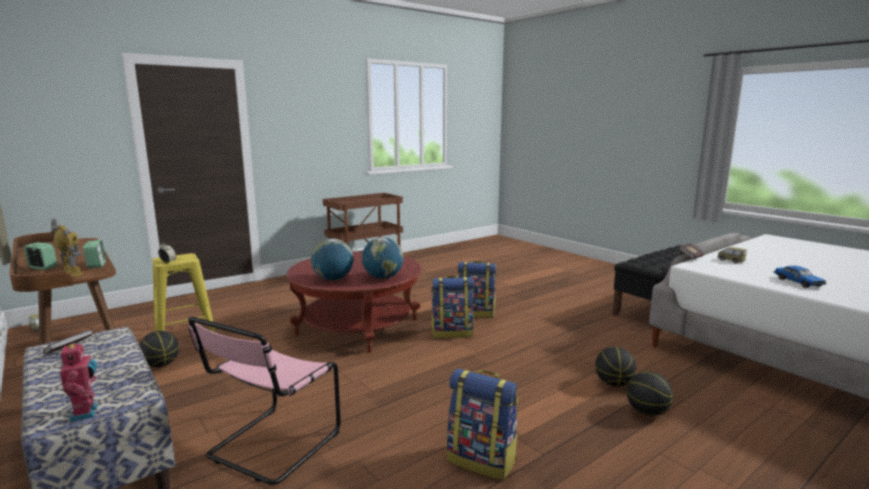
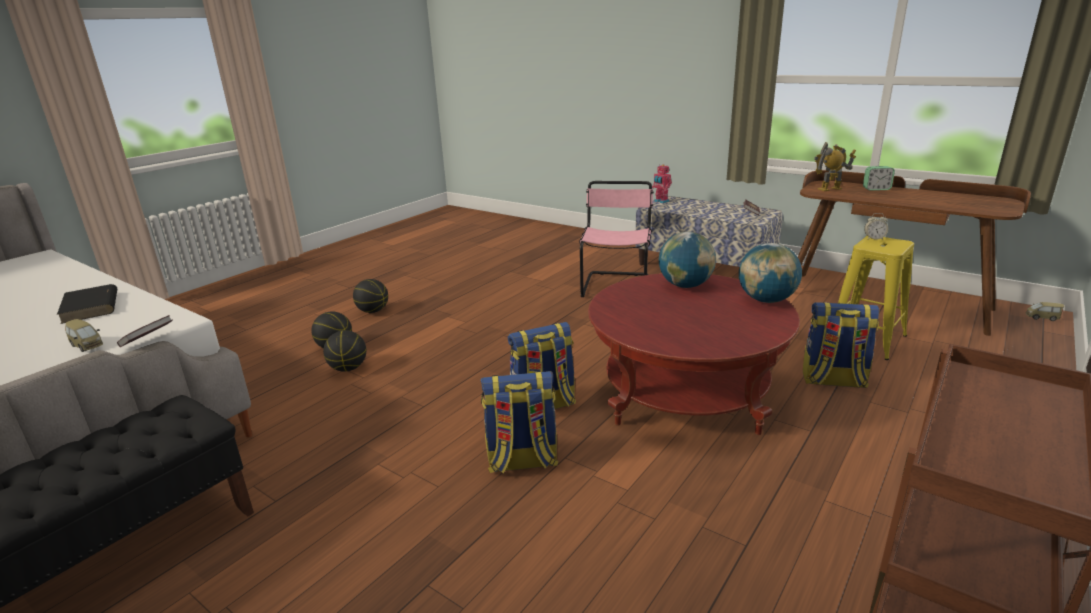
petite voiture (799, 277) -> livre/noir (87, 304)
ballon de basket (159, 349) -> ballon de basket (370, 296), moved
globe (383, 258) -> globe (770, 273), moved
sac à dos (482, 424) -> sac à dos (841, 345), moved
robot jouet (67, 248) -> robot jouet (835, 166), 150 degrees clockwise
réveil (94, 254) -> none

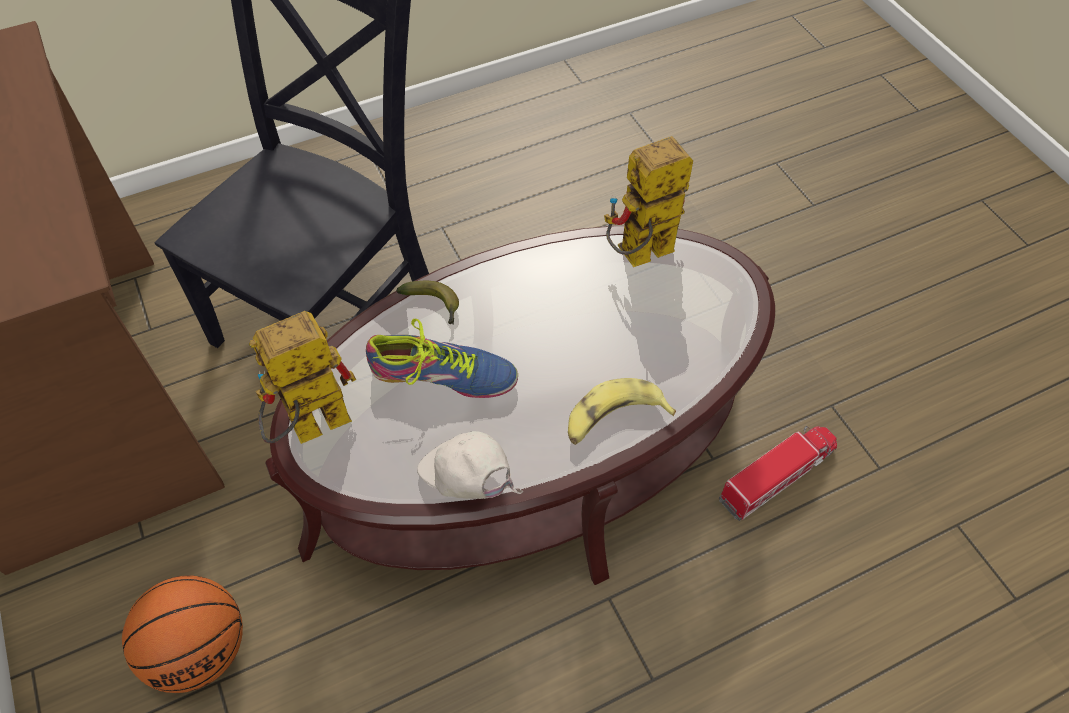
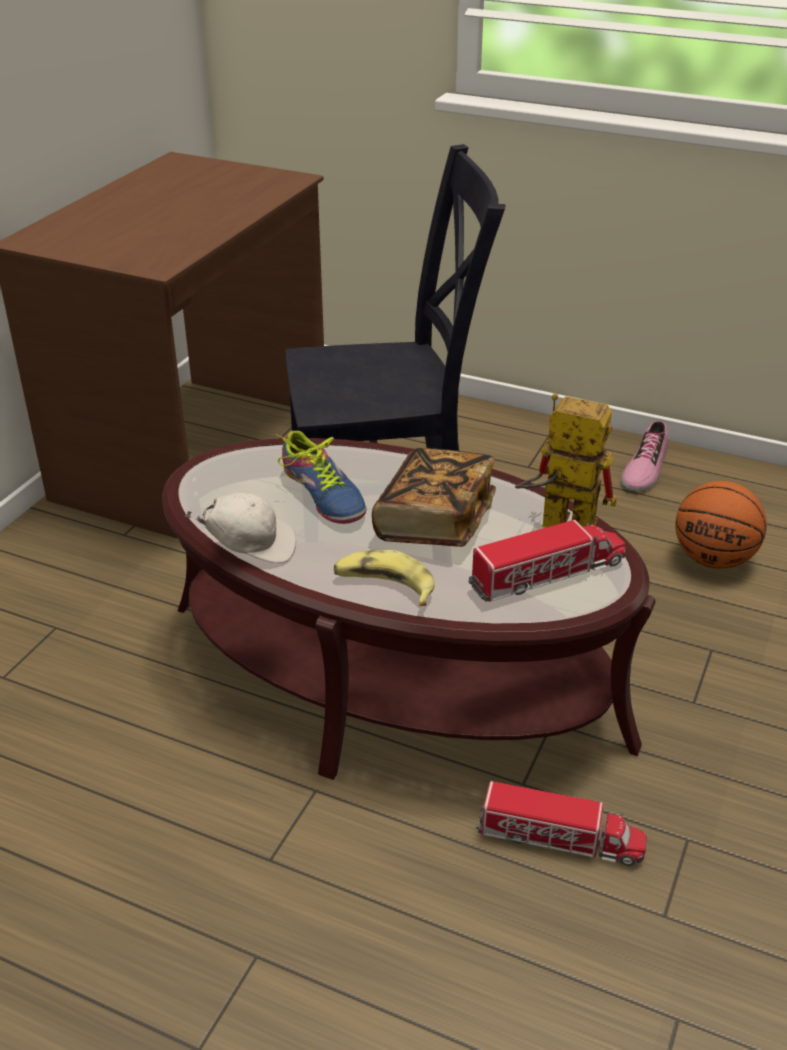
casquette/blanc (470, 465) -> casquette/blanc (240, 528), 90 degrees clockwise
none -> livre (434, 497)
none -> camion jouet (546, 561)
none -> chaussure (644, 455)
ballon de basket (182, 634) -> ballon de basket (721, 525), moved
robot jouet (302, 377) -> none
banane (427, 303) -> none

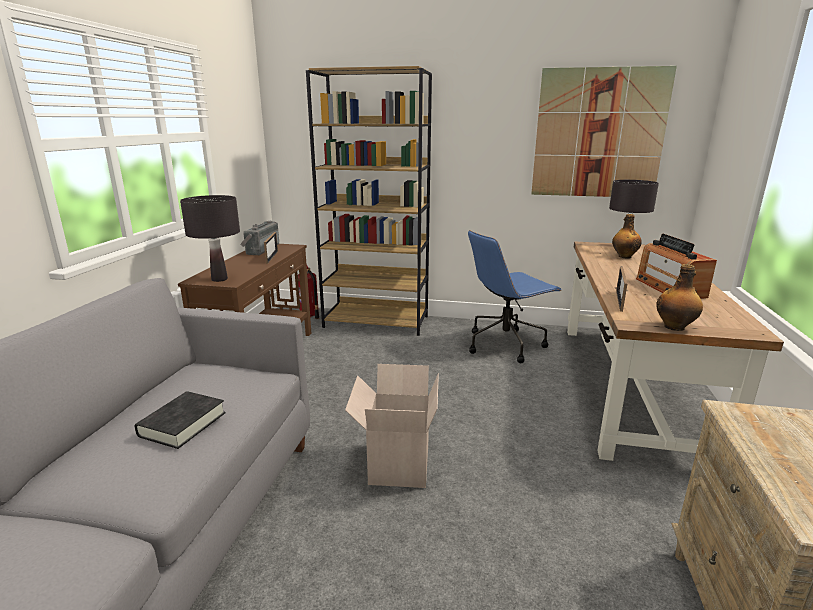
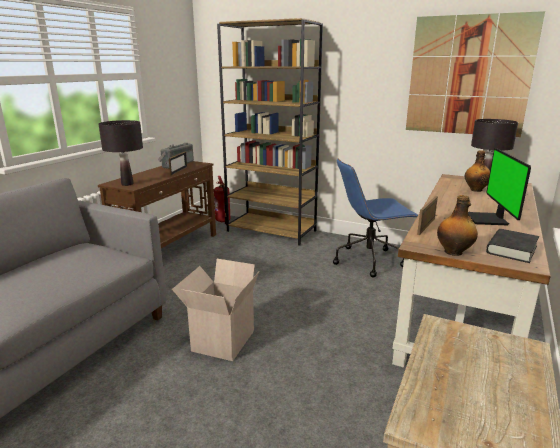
radio (676, 266) -> écran d'ordinateur (499, 187)
livre/noir (180, 420) -> livre/noir (512, 246), moved

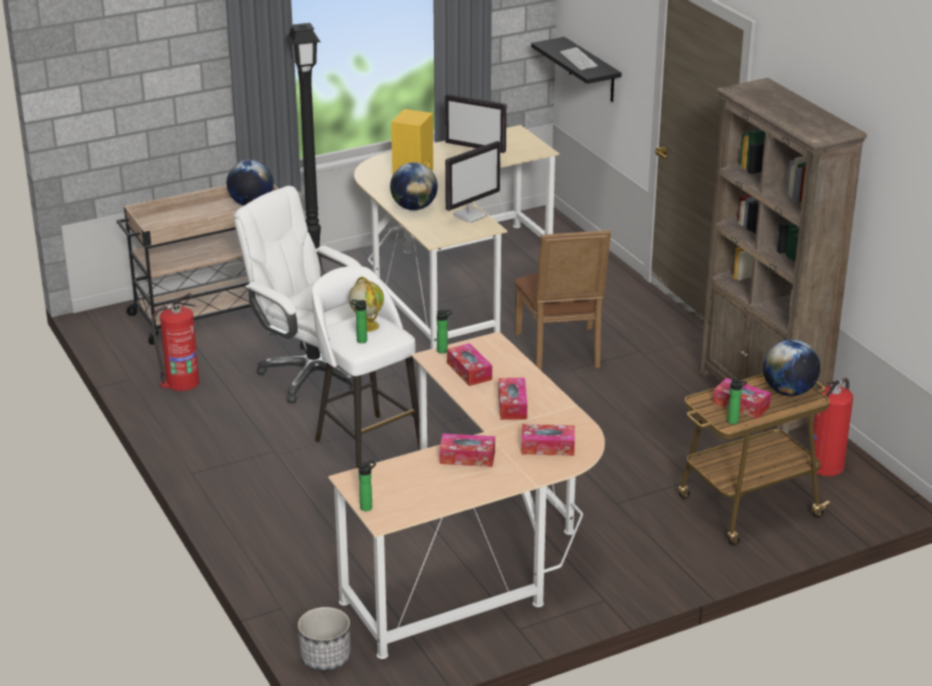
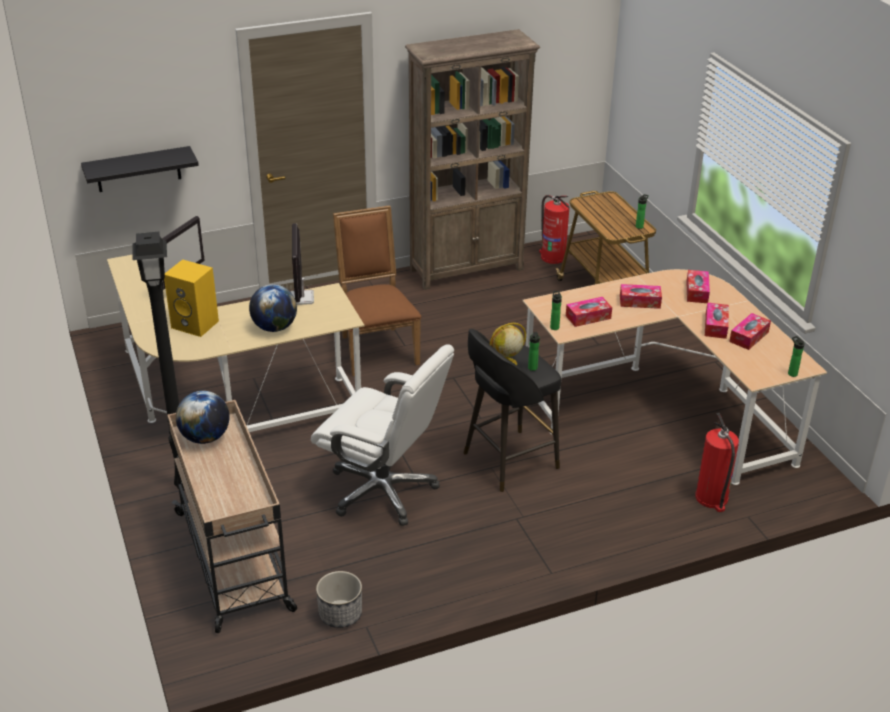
écran d'ordinateur (472, 182) -> écran d'ordinateur (302, 264), 150 degrees counterclockwise
chaise de bureau/blanc (304, 294) -> chaise de bureau/blanc (382, 435), 105 degrees counterclockwise
cache-pot (324, 639) -> cache-pot (339, 599), moved
chaise/marron (562, 300) -> chaise/marron (377, 290), 105 degrees counterclockwise
tabouret/blanc (366, 367) -> tabouret/noir (512, 410)
extincteur (175, 342) -> extincteur (717, 462), moved
boîte à mouchoirs (742, 398) -> boîte à mouchoirs (750, 331), moved
clavier (579, 58) -> none
globe (791, 367) -> none

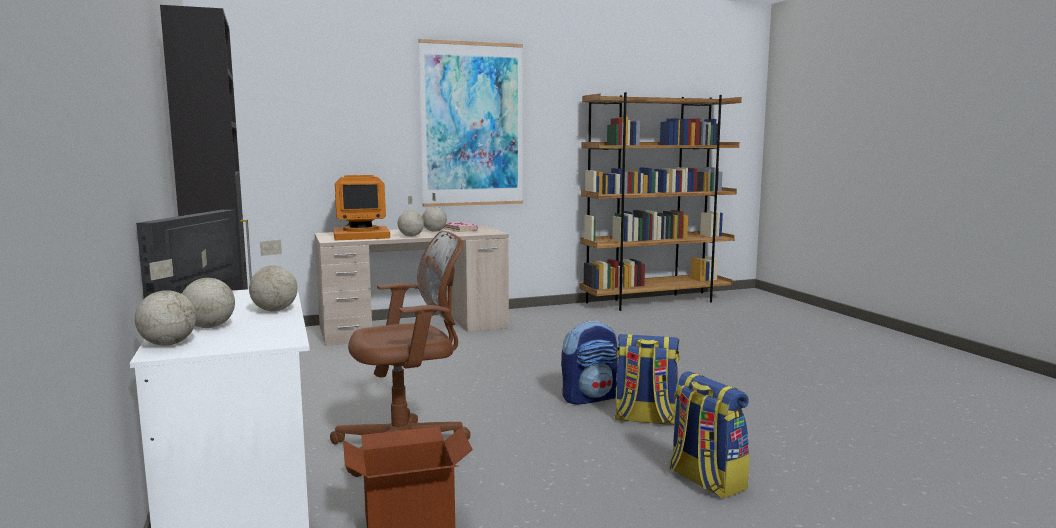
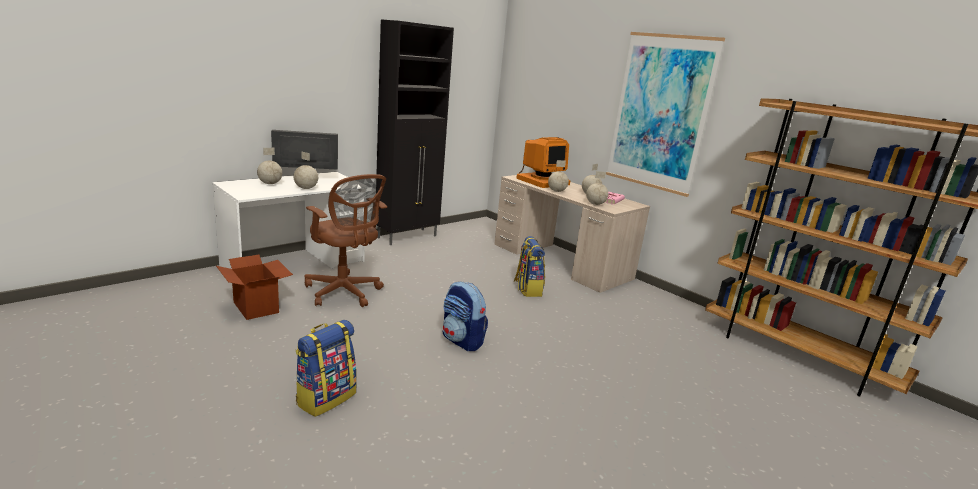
sac à dos (647, 379) -> sac à dos (529, 266), moved
écran d'ordinateur (361, 207) -> écran d'ordinateur (543, 162), 90 degrees counterclockwise
globe (165, 302) -> globe (597, 188), moved

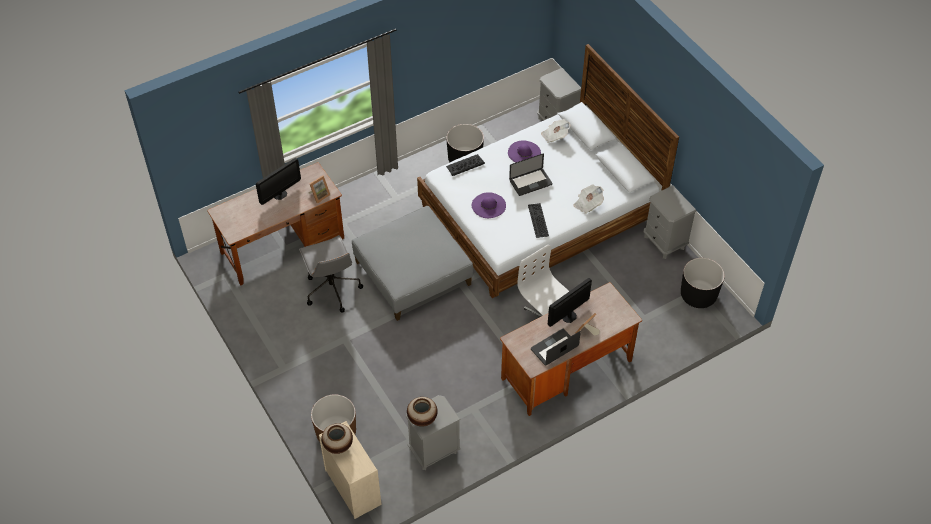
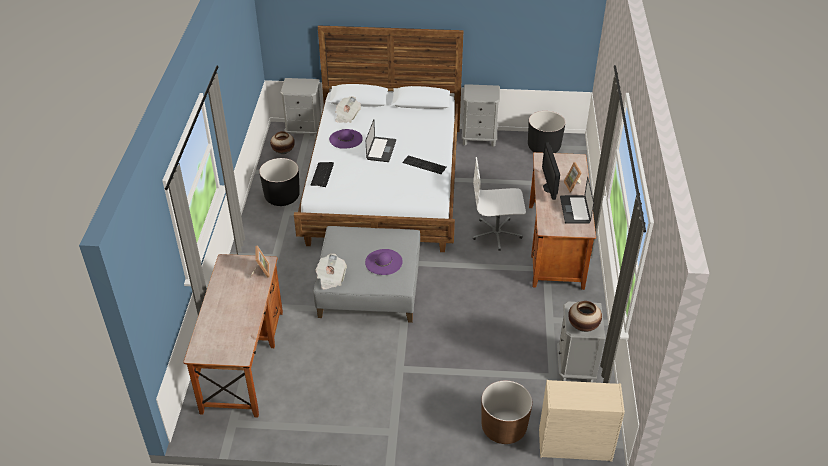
vase (337, 438) -> vase (282, 142), moved
journal (589, 199) -> journal (331, 271), moved
chapeau/violet (489, 205) -> chapeau/violet (384, 262), moved
écran d'ordinateur (278, 181) -> none
chaise de bureau/gris (331, 274) -> none

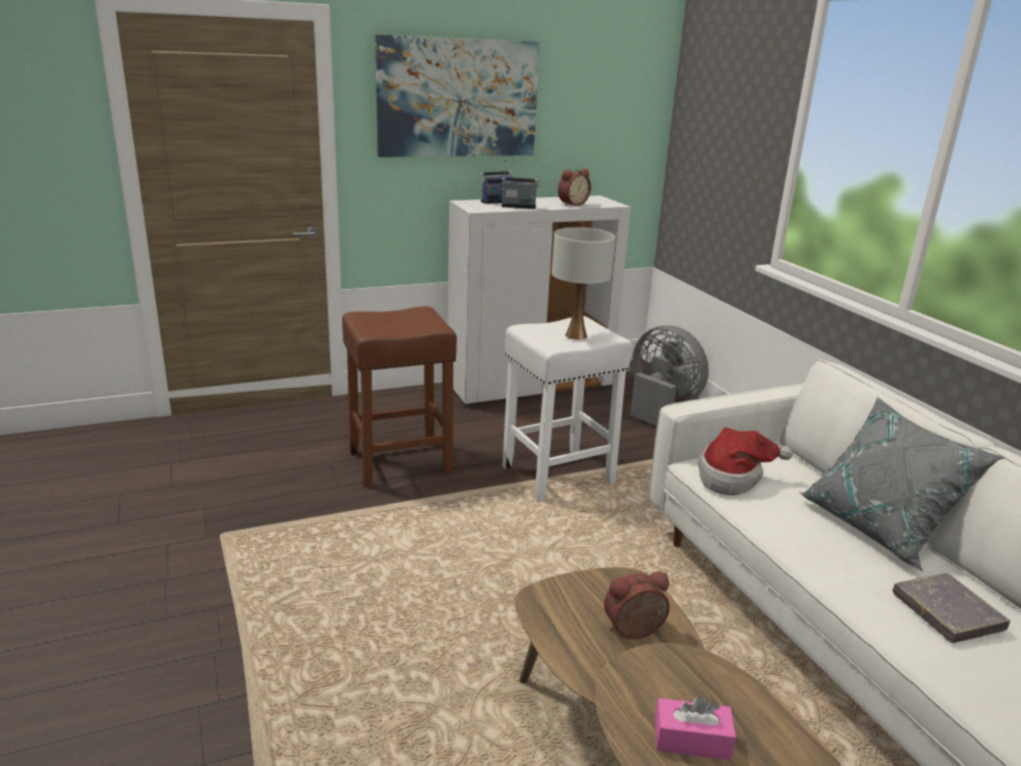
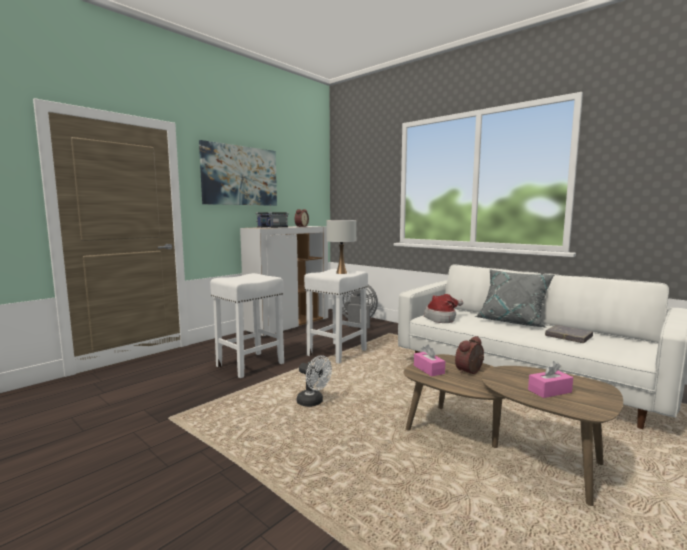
tabouret/marron (399, 396) -> tabouret/blanc (247, 325)
none -> ventilateur/blanc (314, 381)
none -> boîte à mouchoirs/rose (429, 361)

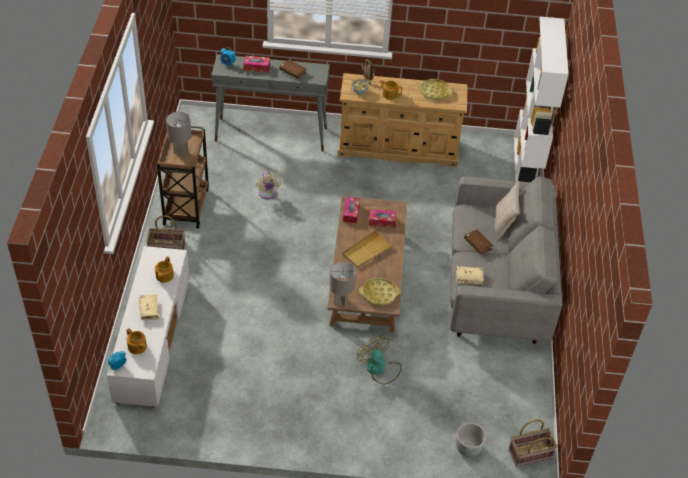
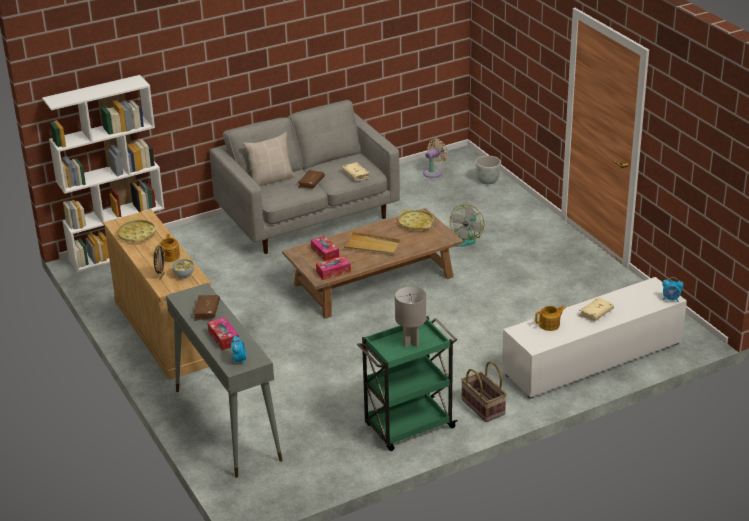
chariot/marron (183, 177) -> chariot/vert (407, 383)
ventilateur/beige (268, 185) -> ventilateur/beige (435, 158), moved
théière (137, 341) -> none
lampe de table/gris (343, 284) -> none
panier (533, 443) -> none

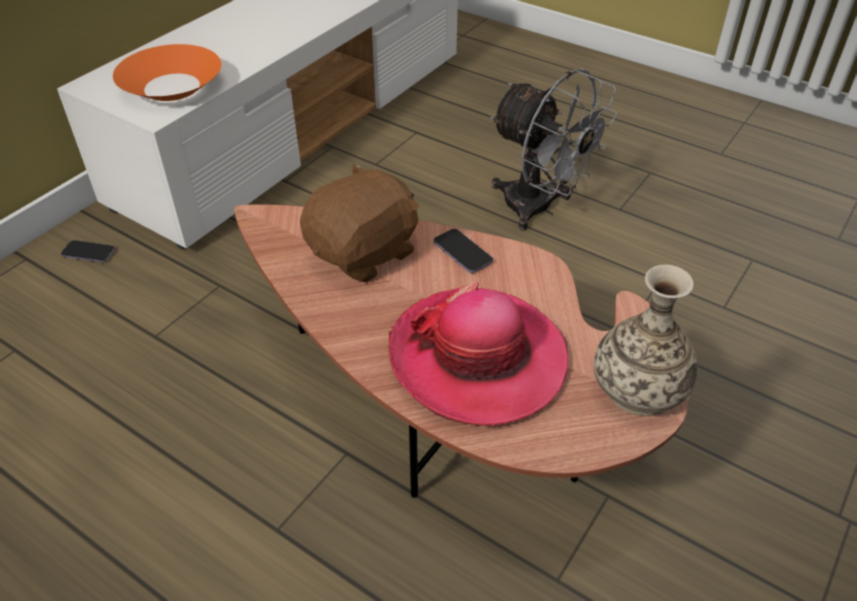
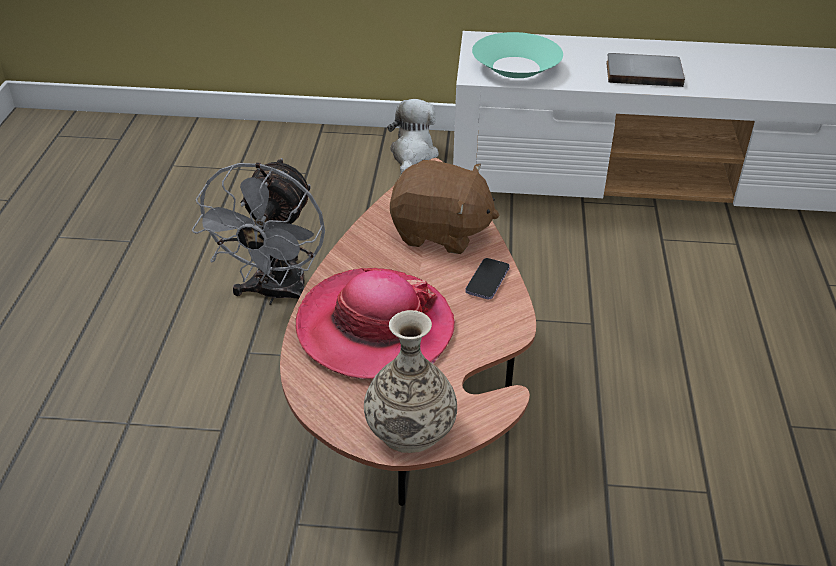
ventilateur/gris (554, 150) -> ventilateur/gris (258, 231), moved
téléphone (88, 251) -> peluche (413, 136)
bol/orange (167, 72) -> bol/turquoise (517, 55)
none -> livre/gris (645, 70)

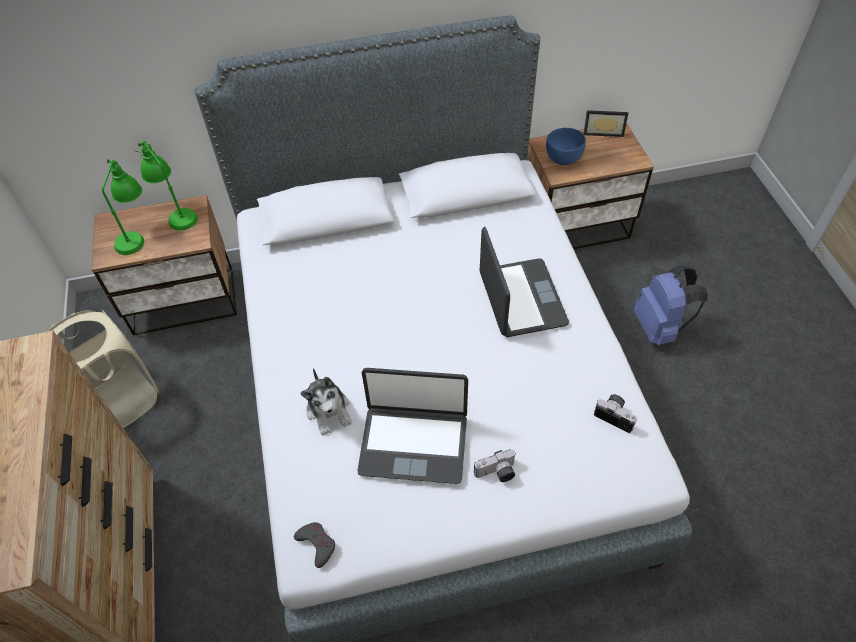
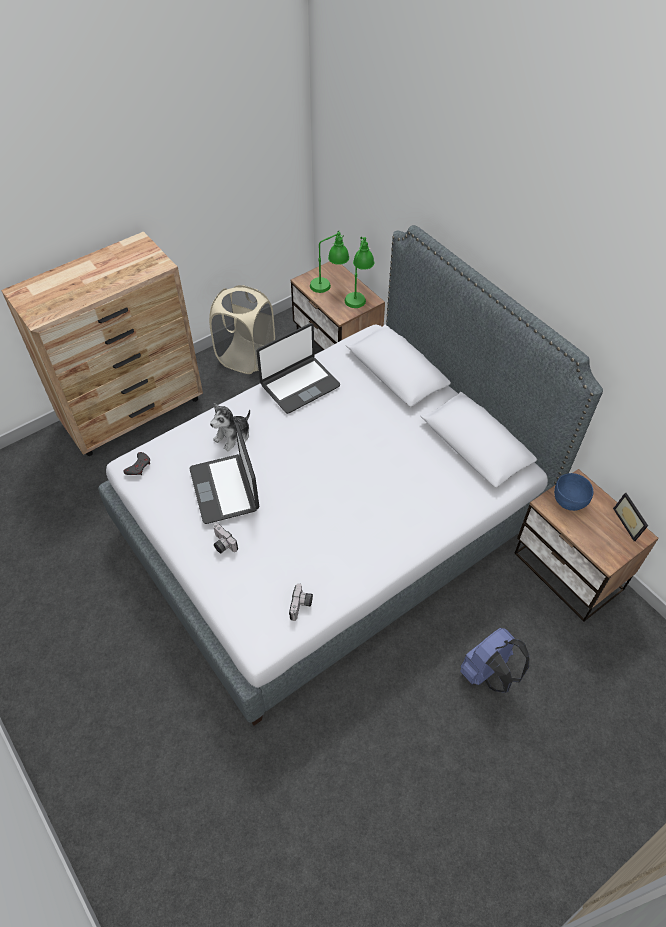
ordinateur portable (524, 282) -> ordinateur portable (298, 368), moved

